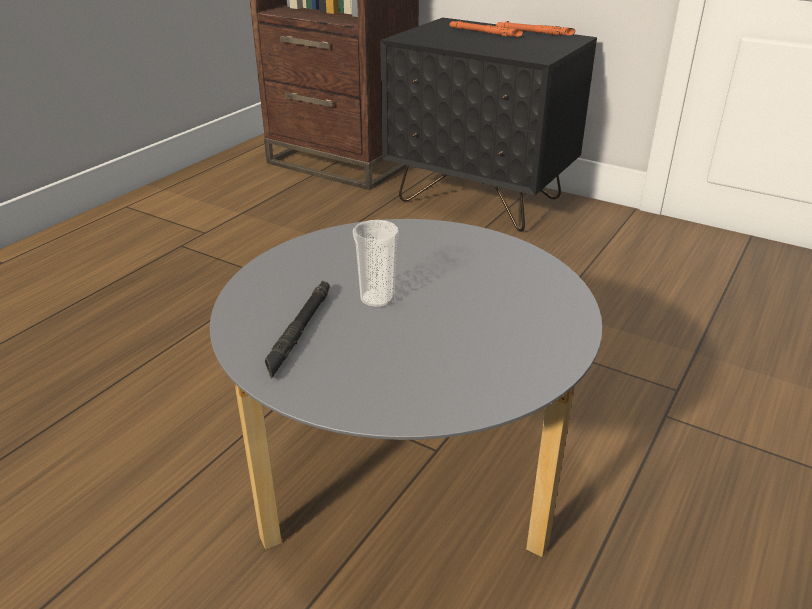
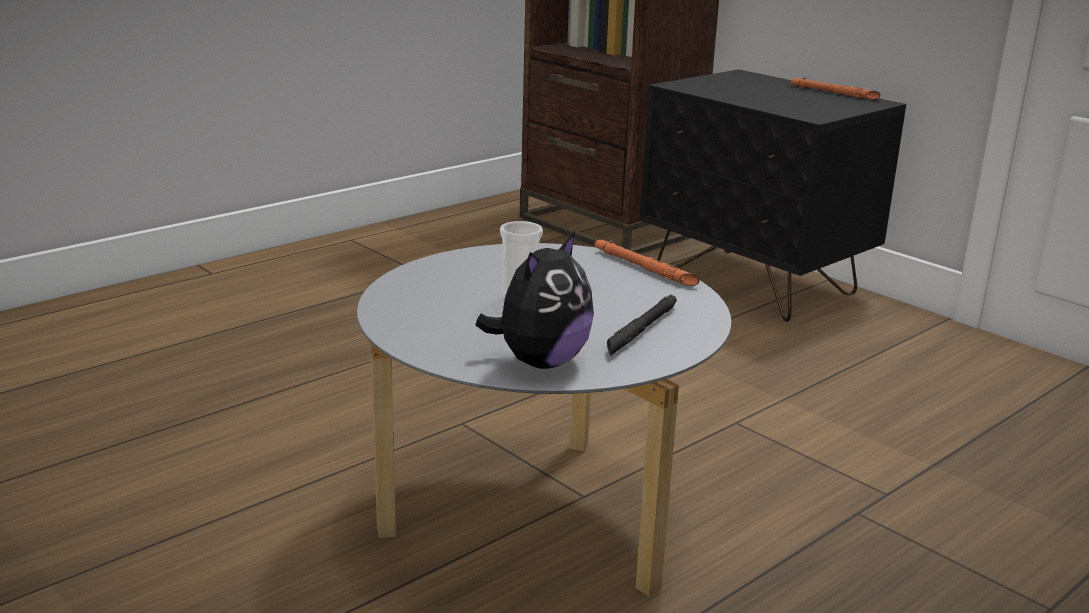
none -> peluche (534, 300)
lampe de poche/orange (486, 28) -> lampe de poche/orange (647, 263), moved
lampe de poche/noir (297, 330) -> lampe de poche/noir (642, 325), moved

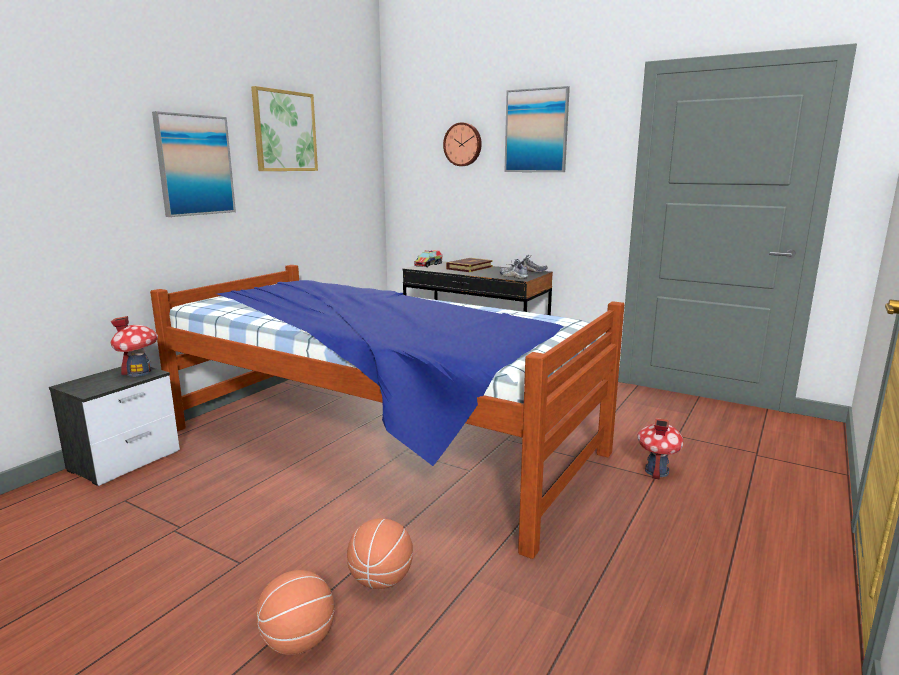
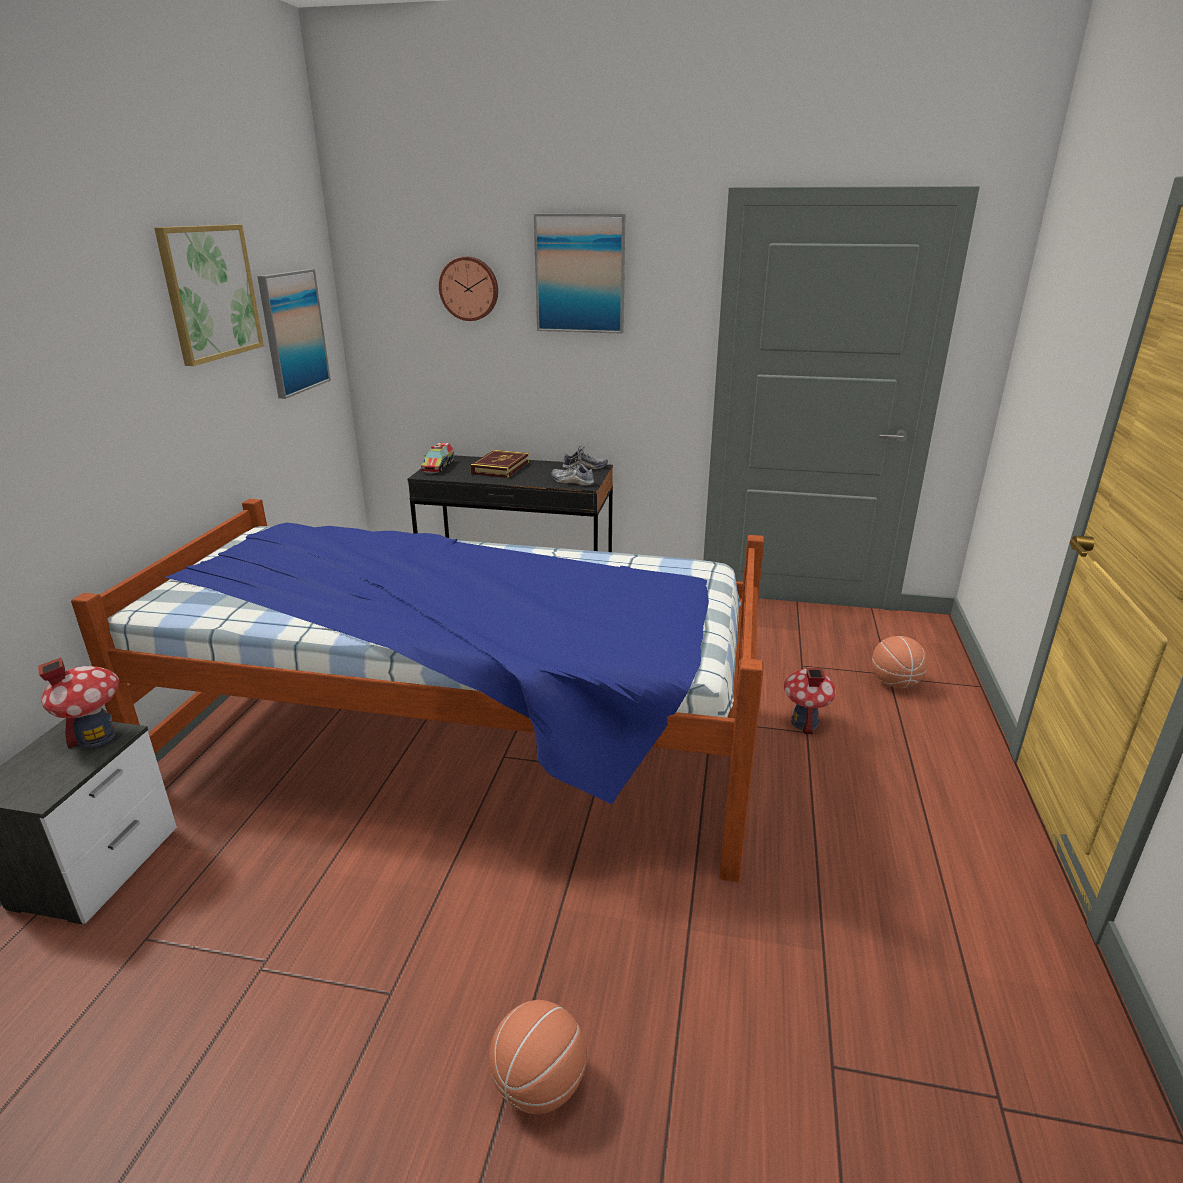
tableau (194, 164) -> tableau (294, 334), moved
ballon de basket (380, 553) -> ballon de basket (900, 662), moved

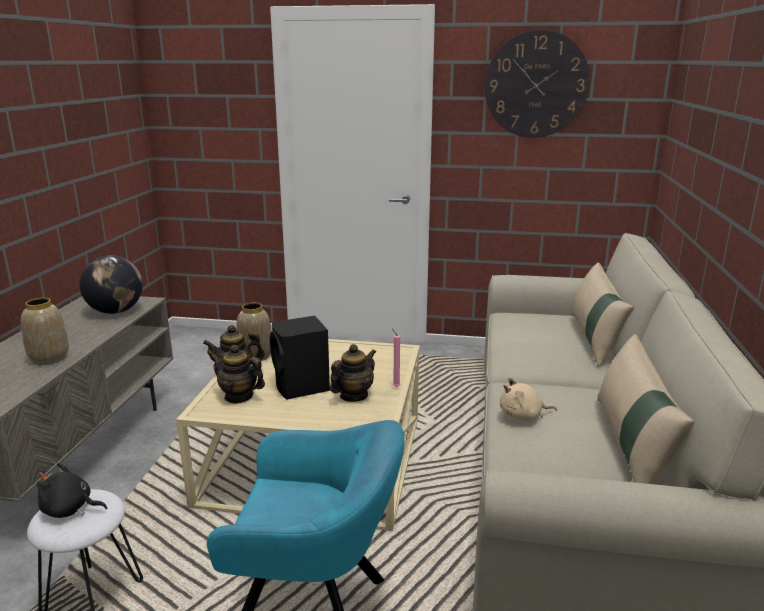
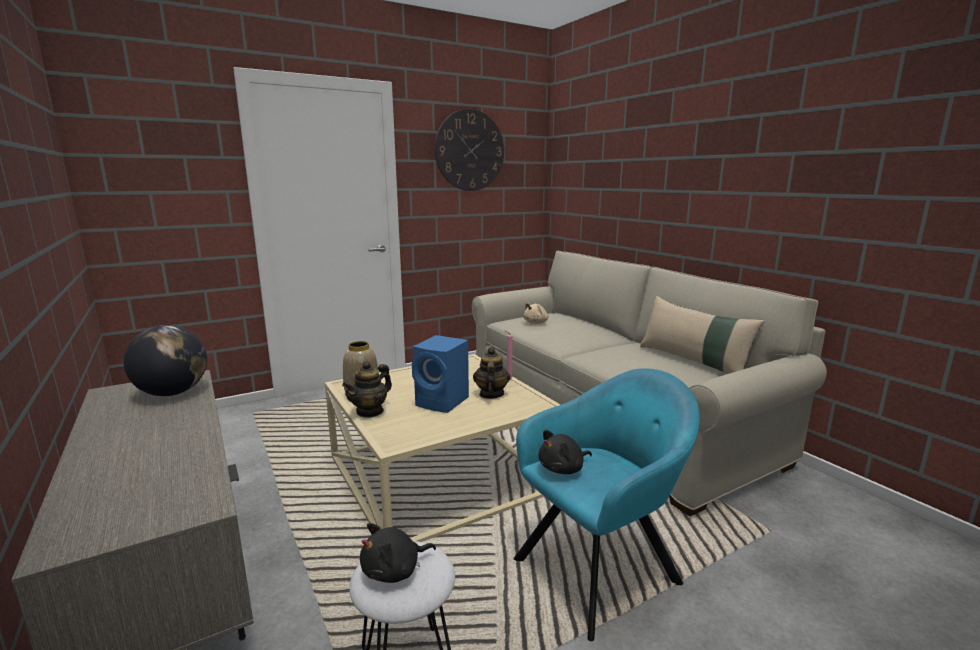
enceinte/noir (300, 358) -> enceinte/bleu (440, 374)
peluche/beige (528, 399) -> peluche/beige (536, 313), moved
none -> peluche/noir (565, 452)
vase (45, 331) -> none
théière (237, 374) -> none
coussin/beige (602, 314) -> none

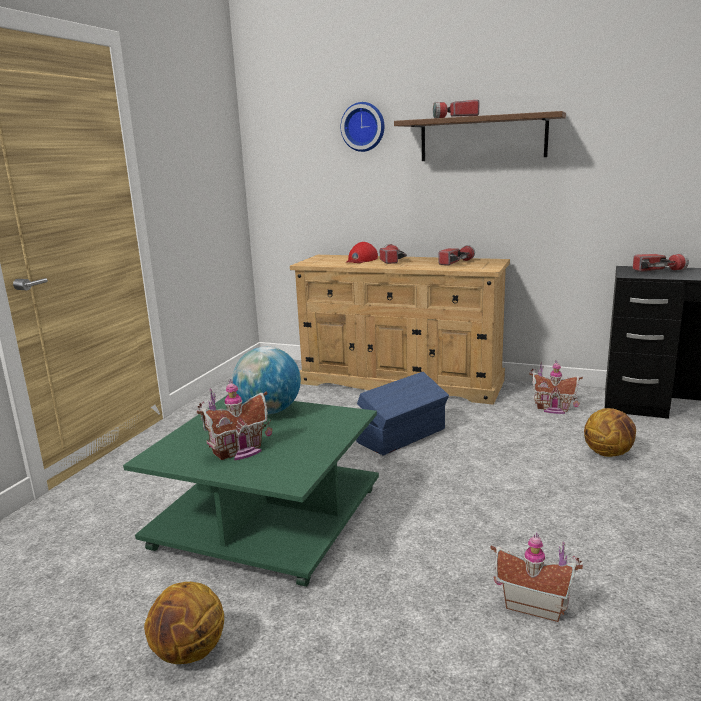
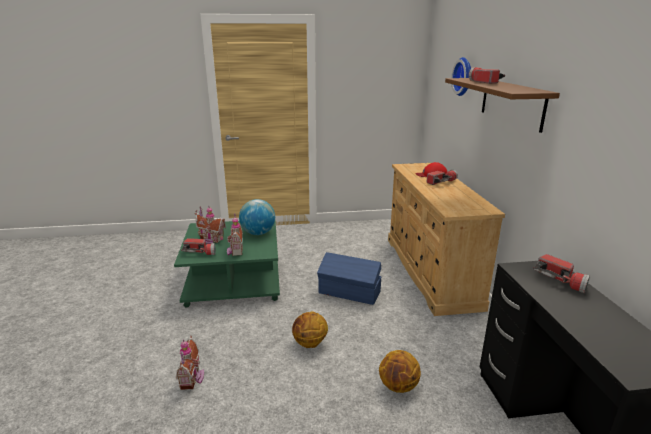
lampe de poche (457, 255) -> lampe de poche (198, 246), moved
maison miniature (556, 387) -> maison miniature (235, 235), moved
ballon de basket (184, 623) -> ballon de basket (310, 329), moved

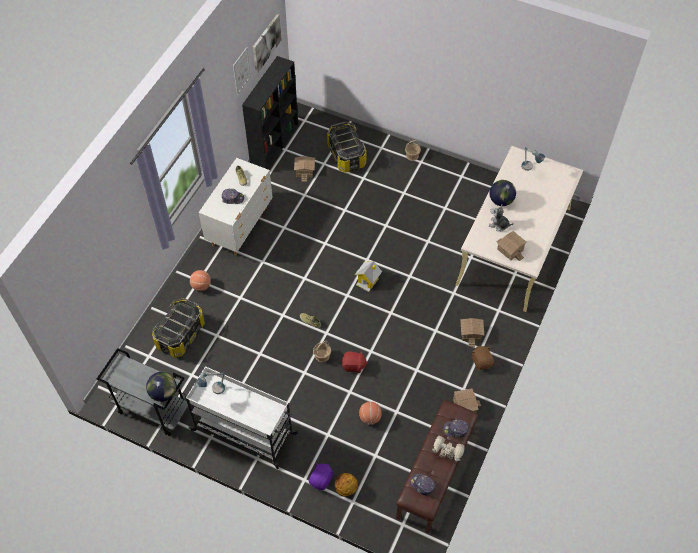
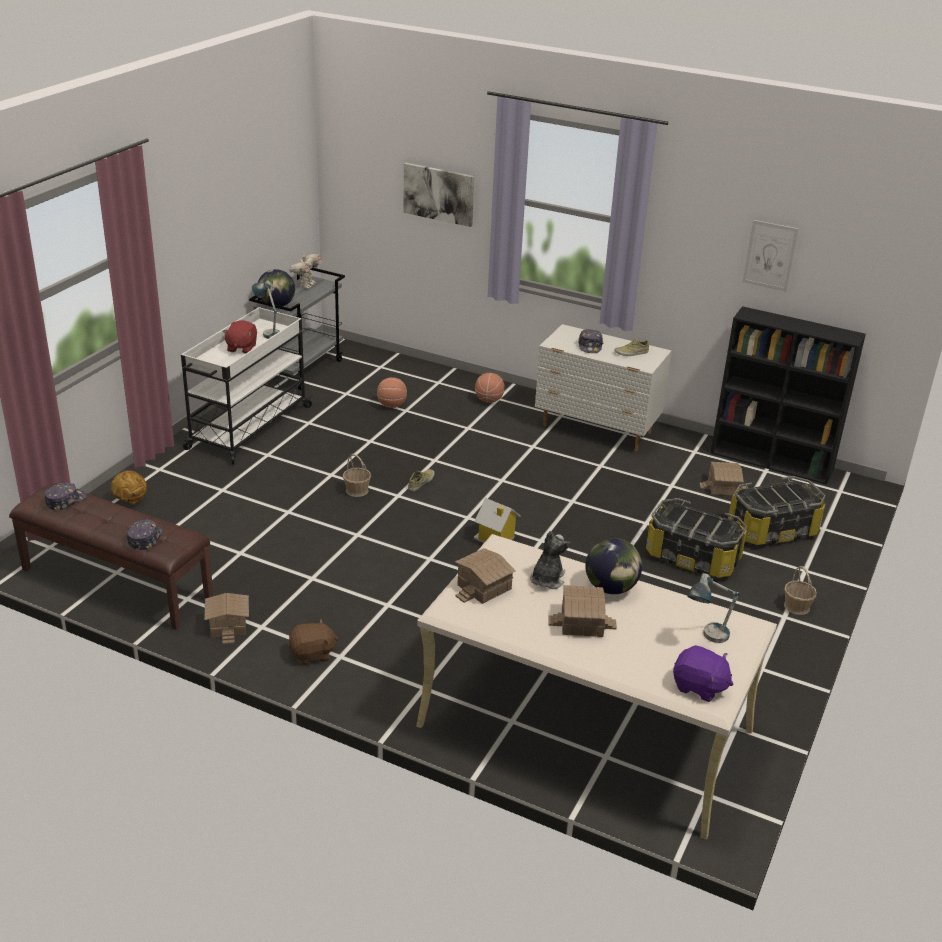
peluche/rouge (354, 362) -> peluche/rouge (240, 337), moved
robot jouet (448, 448) -> robot jouet (305, 271), moved
ballon de basket (370, 413) -> ballon de basket (392, 392), moved
tableau (267, 43) -> tableau (438, 195), moved
maison miniature (472, 332) -> maison miniature (582, 611), moved
boîte de rangement (178, 328) -> boîte de rangement (696, 538), moved
peluche/violet (321, 476) -> peluche/violet (703, 673), moved

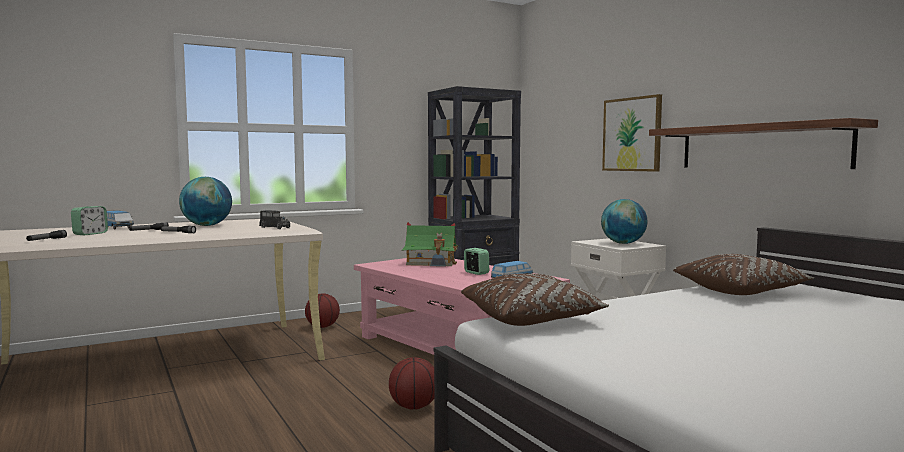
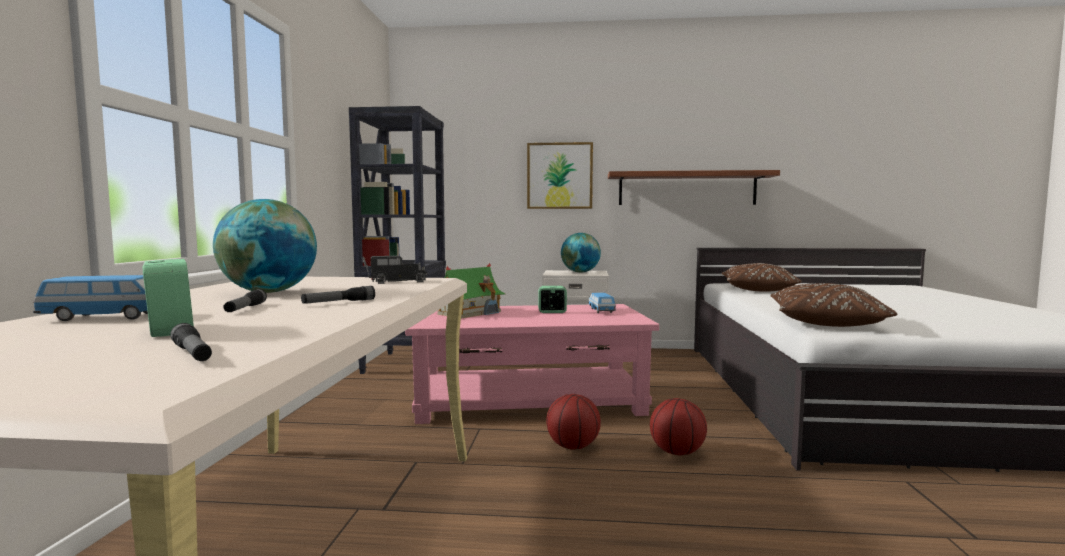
ballon de basket (322, 311) -> ballon de basket (573, 422), moved

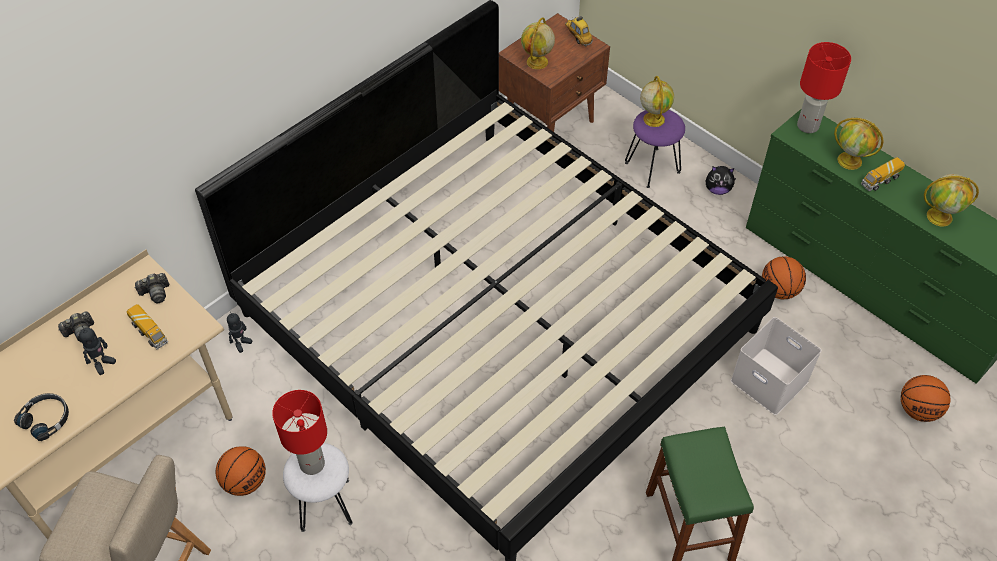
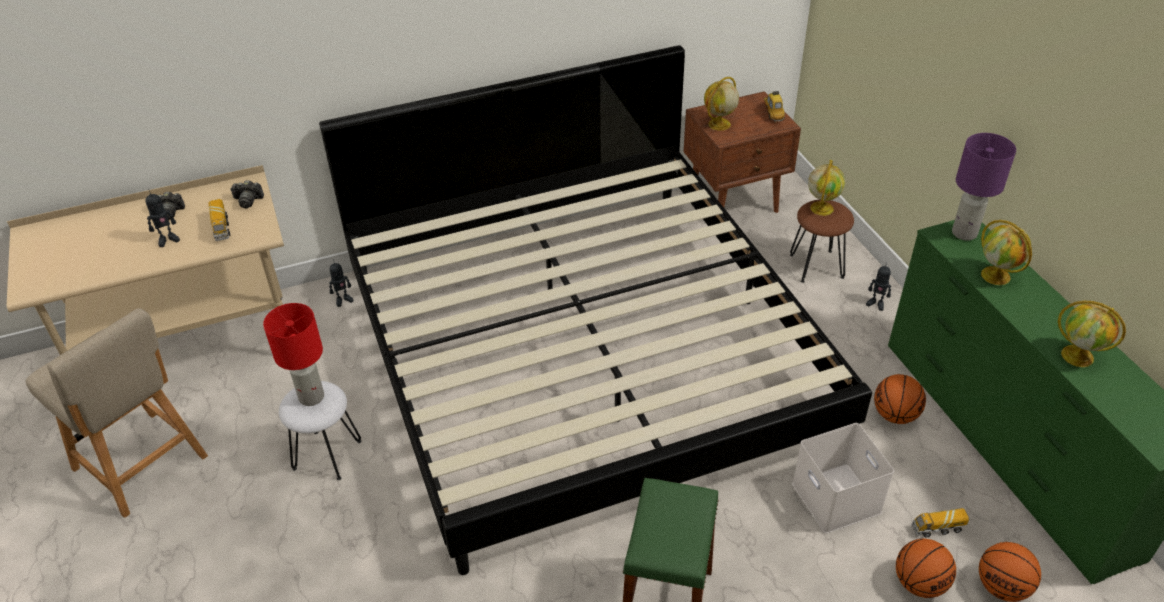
tabouret/violet (655, 149) -> tabouret/marron (822, 241)
peluche (721, 180) -> robot jouet (878, 286)
ballon de basket (241, 471) -> ballon de basket (926, 568), moved
camion jouet (883, 174) -> camion jouet (940, 523), moved
lampe de table/rouge (824, 87) -> lampe de table/violet (984, 187)
casque audio/noir (41, 417) -> none

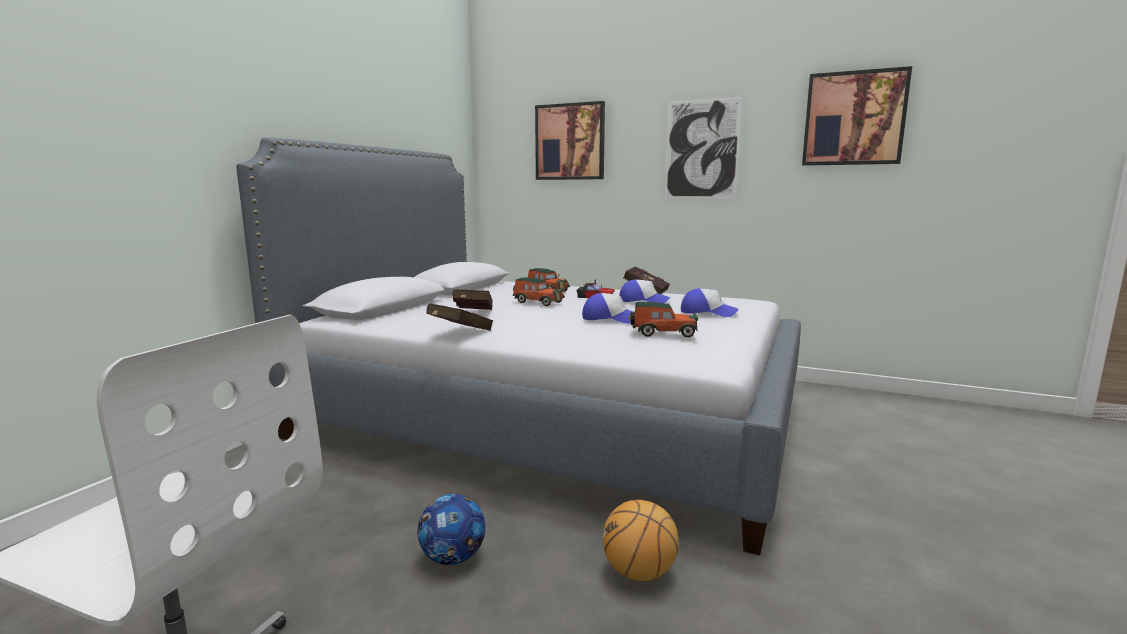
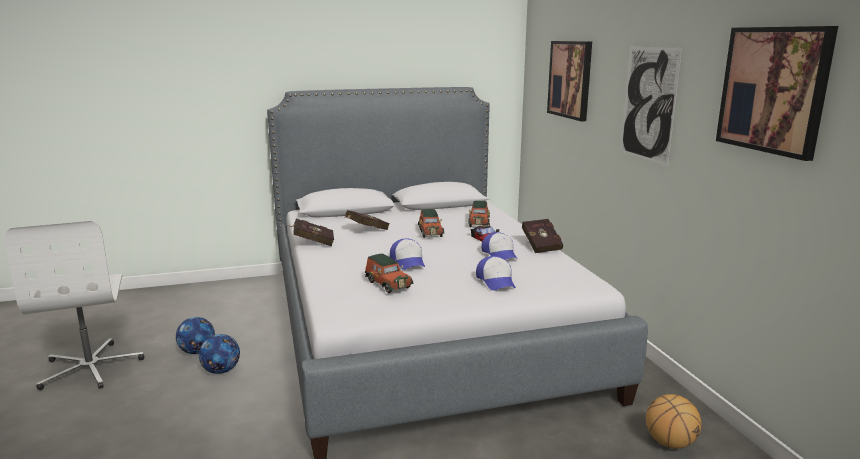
none -> ballon de foot (195, 335)
ballon de basket (640, 540) -> ballon de basket (674, 421), moved

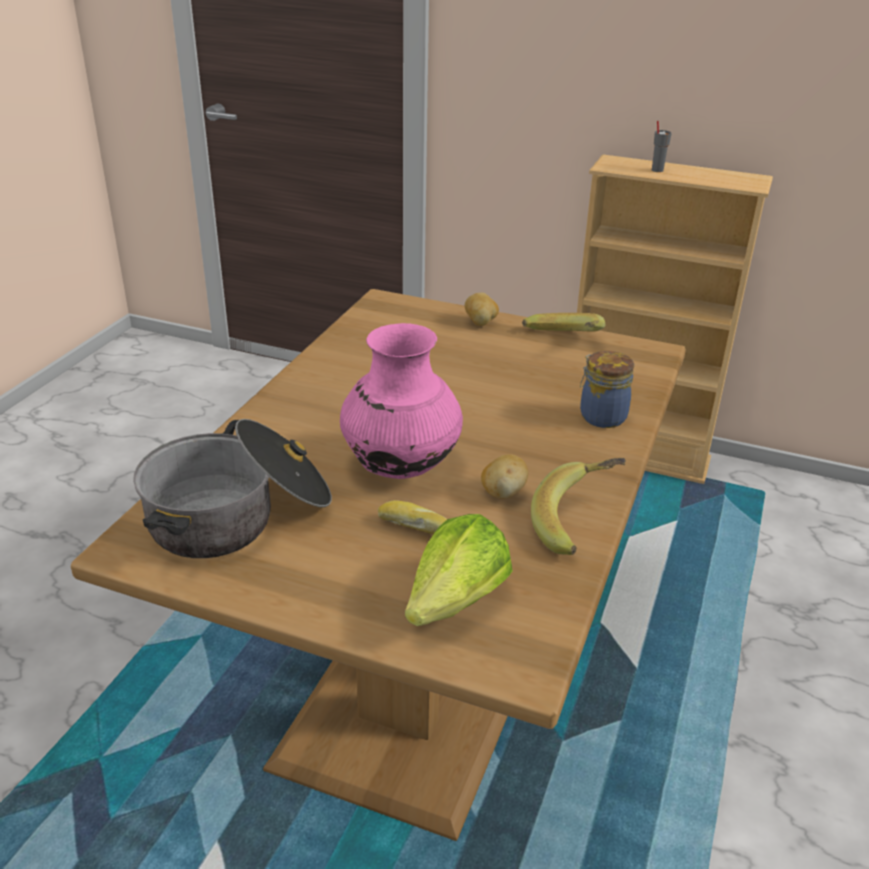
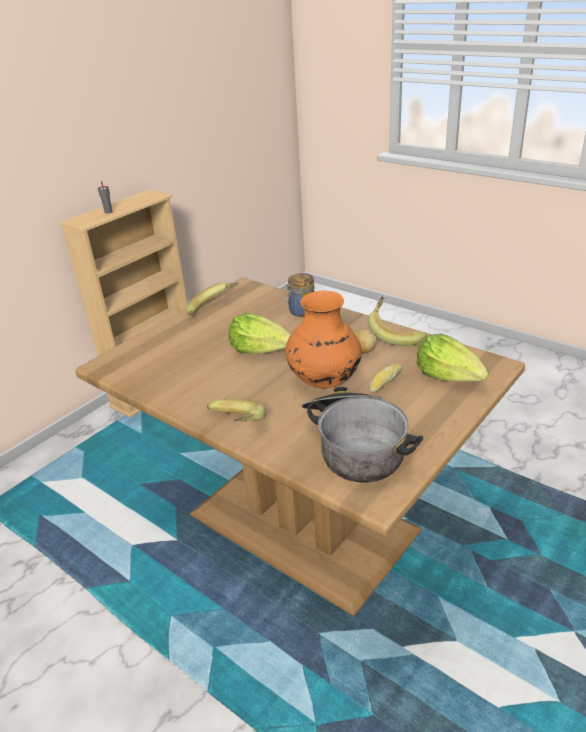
none -> banane (236, 410)
none -> laitue (260, 333)
vase/rose (401, 401) -> vase/orange (323, 339)
pomme de terre (482, 309) -> none

